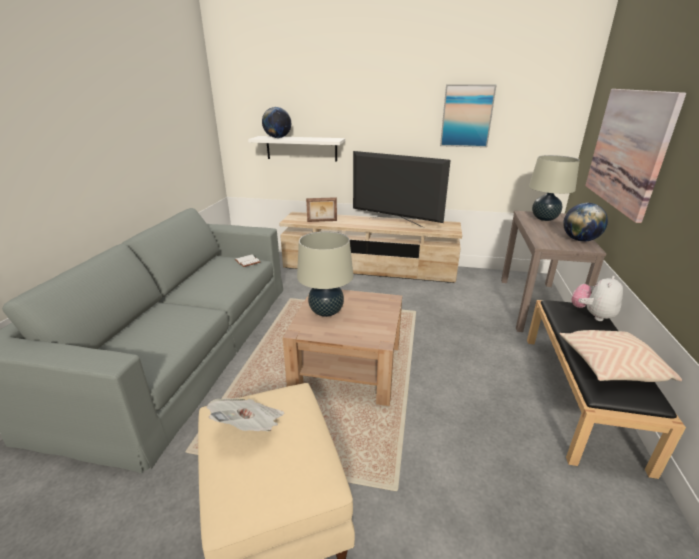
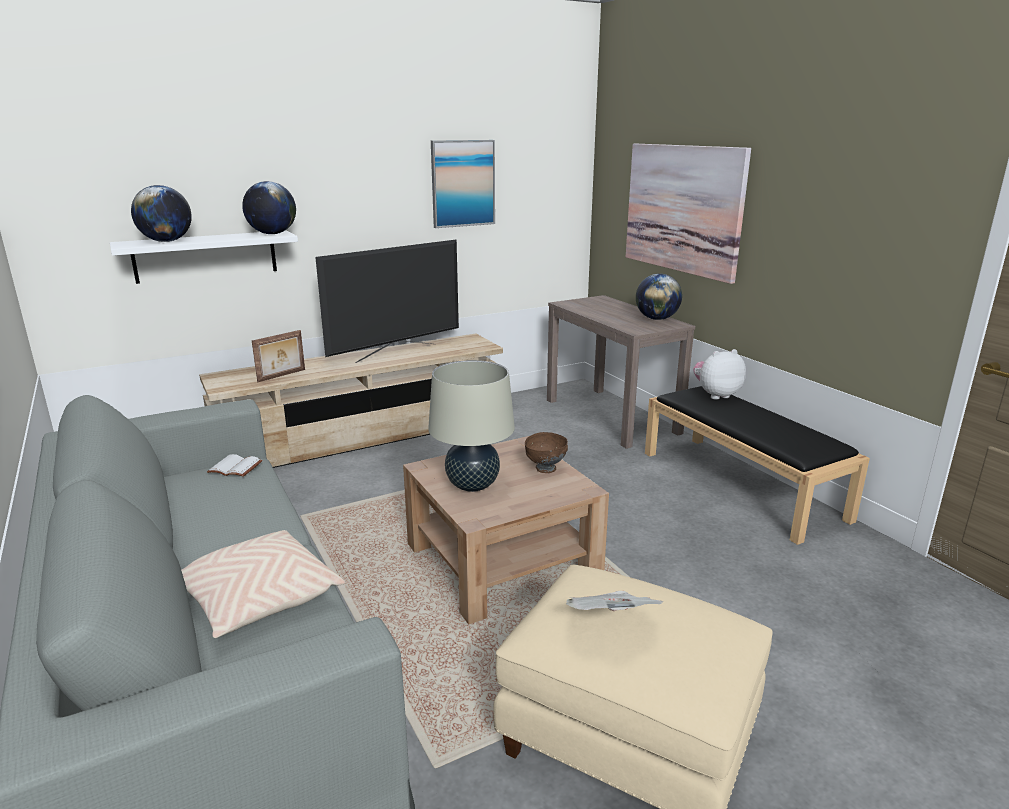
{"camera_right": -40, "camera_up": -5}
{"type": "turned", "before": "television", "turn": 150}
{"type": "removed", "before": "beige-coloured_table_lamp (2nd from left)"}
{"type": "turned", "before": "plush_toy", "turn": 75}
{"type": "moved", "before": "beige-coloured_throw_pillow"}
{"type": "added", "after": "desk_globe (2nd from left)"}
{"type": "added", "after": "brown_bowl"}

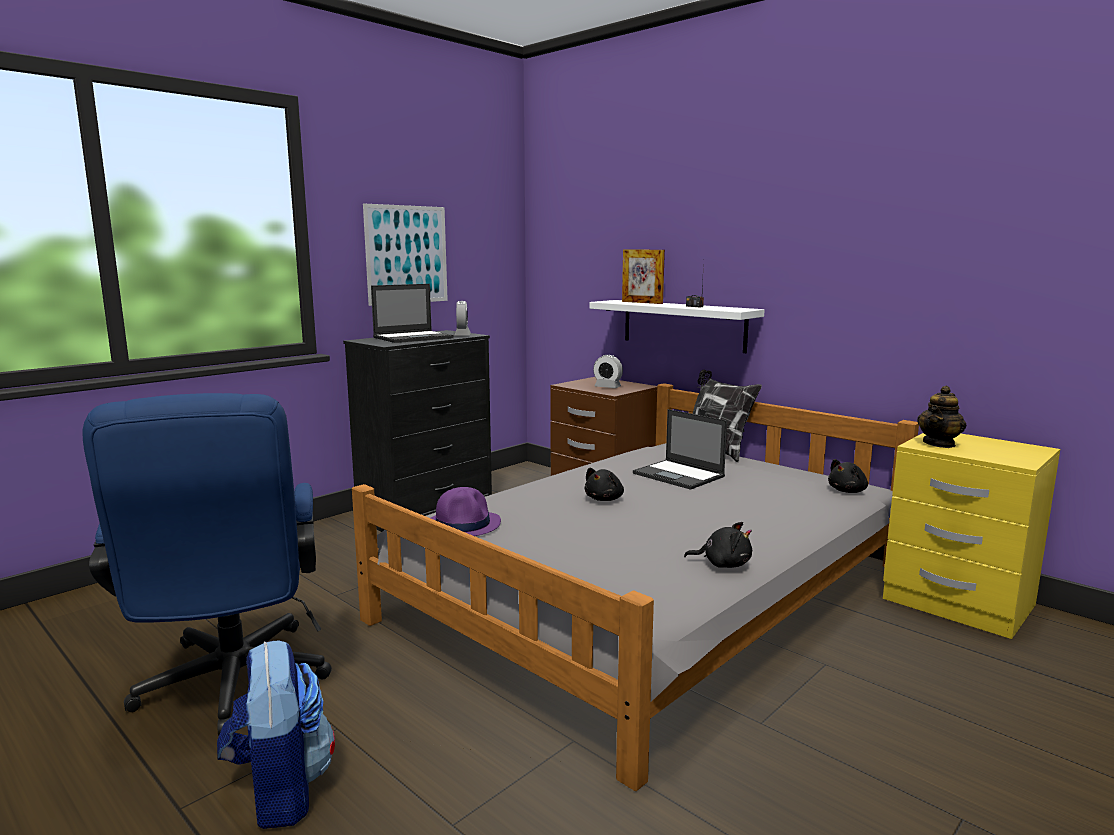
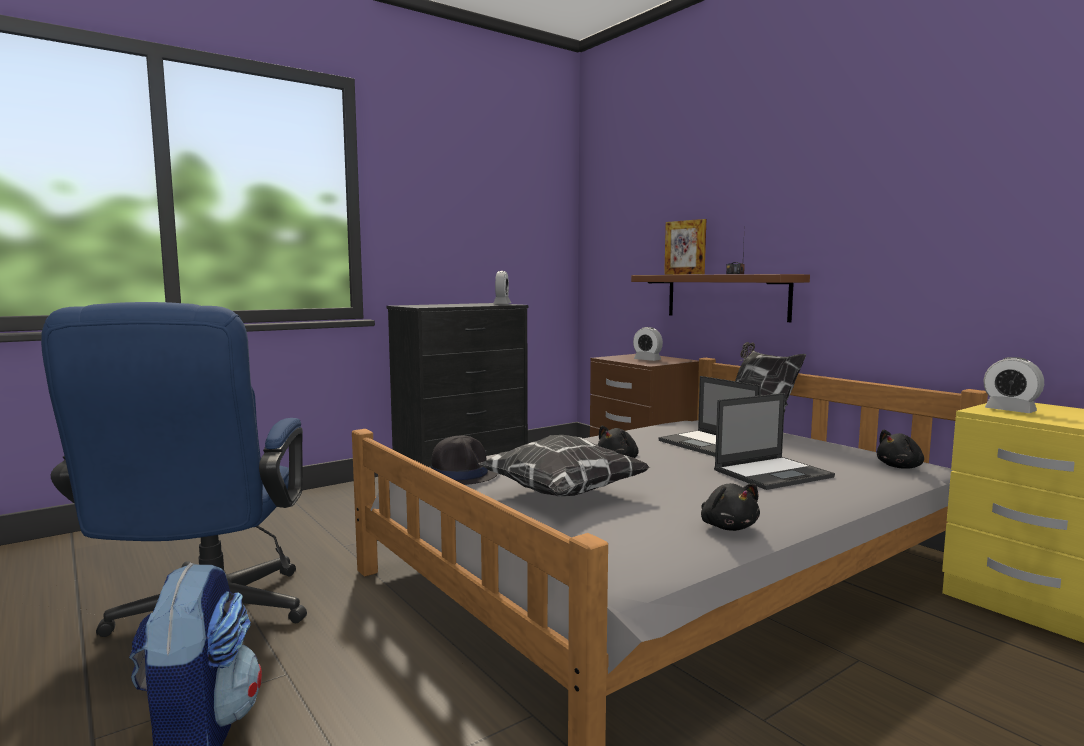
{"camera_right": 10, "camera_up": -5}
{"type": "removed", "before": "wall_art"}
{"type": "moved", "before": "portable_computer (1st from left in the first image)", "after": "portable_computer (2nd from left)"}
{"type": "recoloured", "before": "white_bracket_shelf", "after": "brown_bracket_shelf"}
{"type": "replaced", "before": "pot_for_tea", "after": "table_clock (3rd from left)"}
{"type": "recoloured", "before": "purple-coloured_wearable_hat", "after": "black-coloured_wearable_hat"}
{"type": "turned", "before": "black-coloured_plush_toy (2nd from left)", "turn": 45}
{"type": "added", "after": "throw_pillow (1st from left)"}

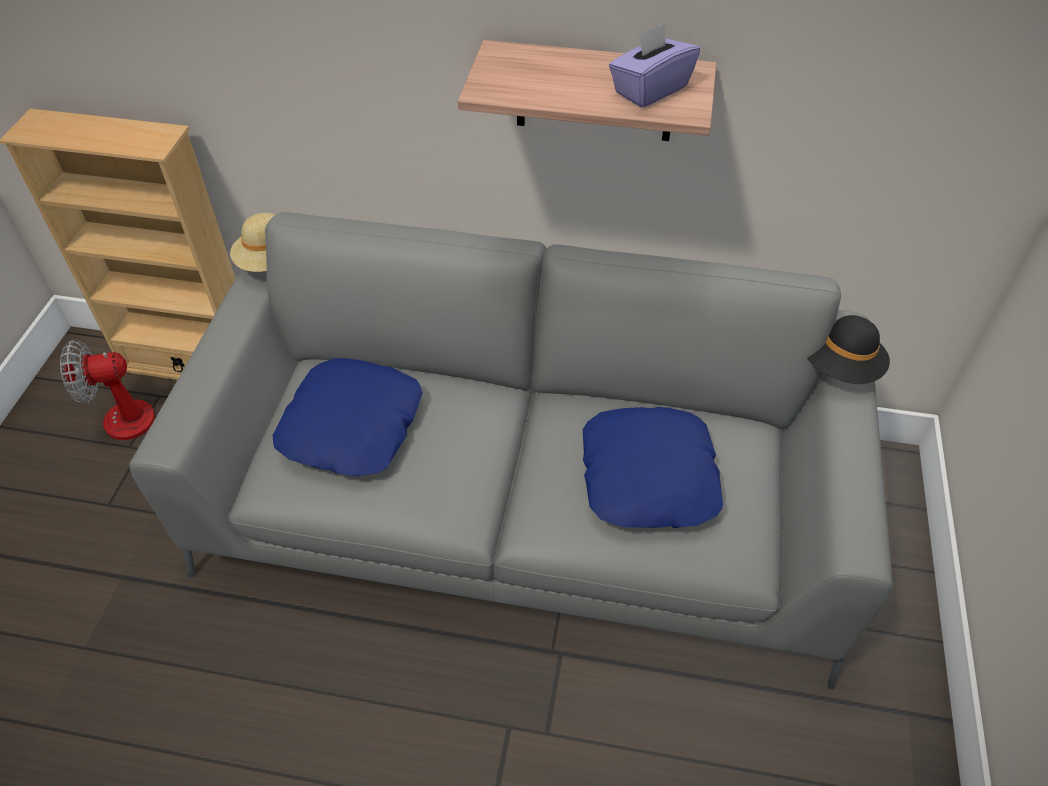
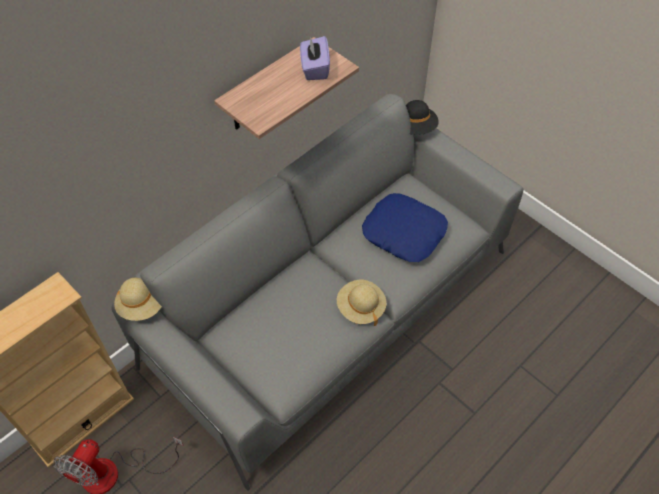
{"camera_right": -55, "camera_up": 5}
{"type": "removed", "before": "blue-coloured_throw_pillow (1st from left)"}
{"type": "added", "after": "beige-coloured_wearable_hat (2nd from left)"}

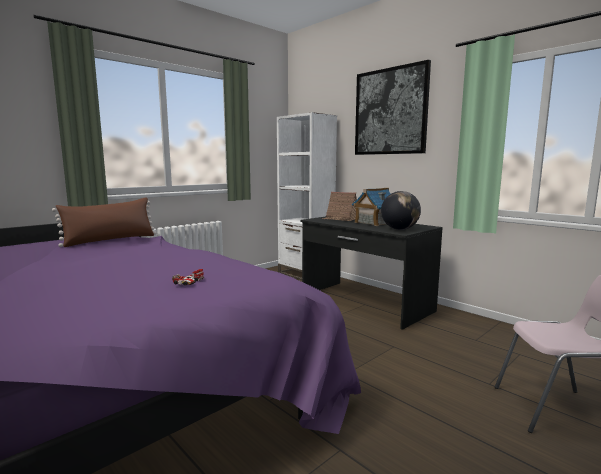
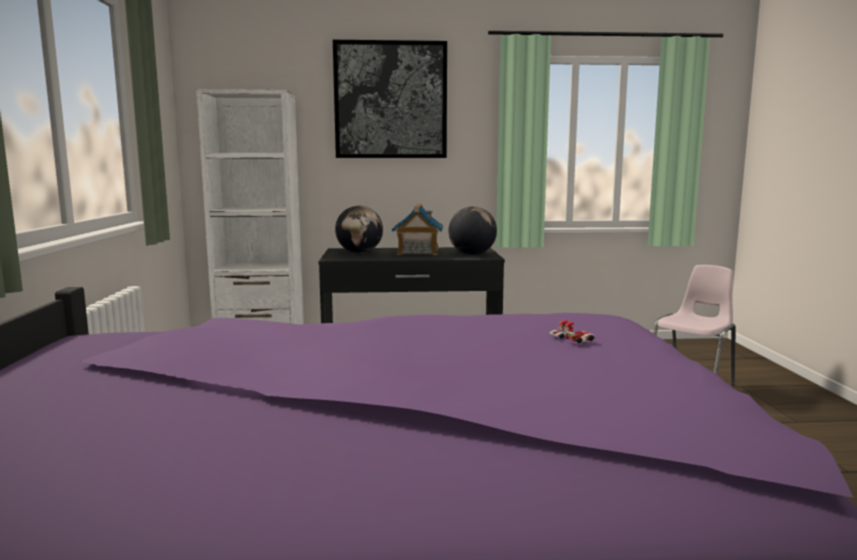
{"camera_right": -50, "camera_up": 0}
{"type": "replaced", "before": "toy_house (1st from left)", "after": "desk_globe (1st from left)"}
{"type": "removed", "before": "brown_throw_pillow"}

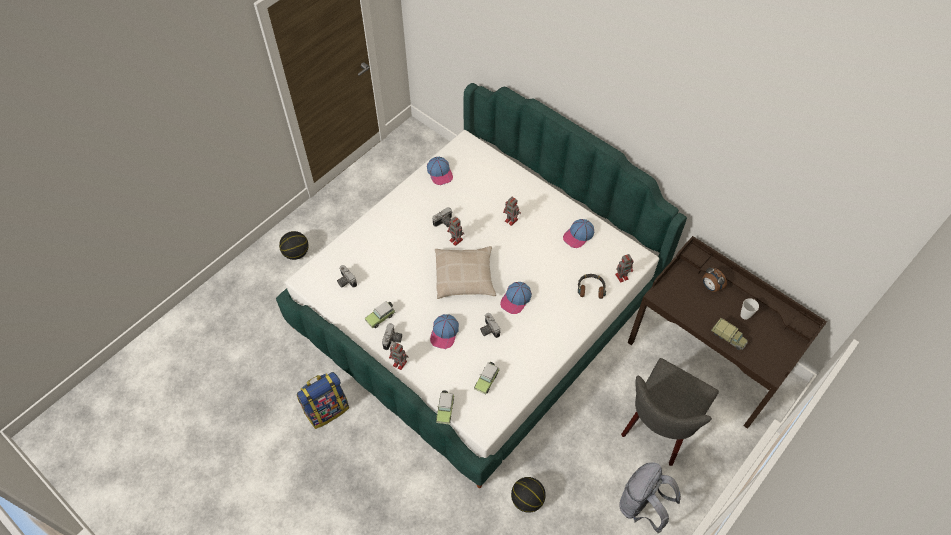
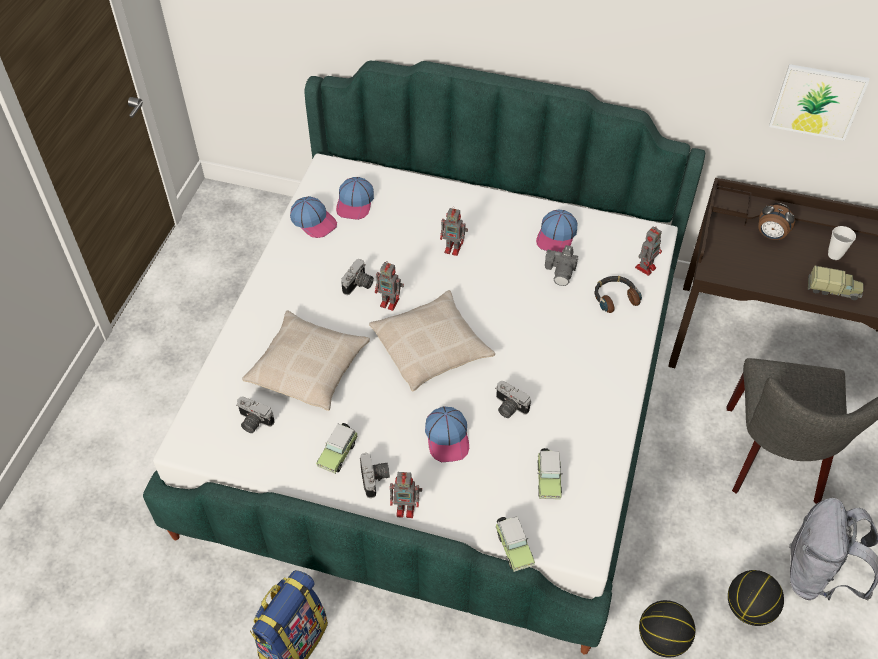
{"camera_right": -25, "camera_up": -5}
{"type": "moved", "before": "basketball (1st from left in the first image)", "after": "basketball (2nd from left)"}
{"type": "moved", "before": "peaked_cap (3rd from left in the first image)", "after": "peaked_cap (2nd from left)"}
{"type": "added", "after": "wall_art"}
{"type": "added", "after": "photo_camera (5th from left)"}
{"type": "added", "after": "beige-coloured_throw_pillow (1st from left)"}

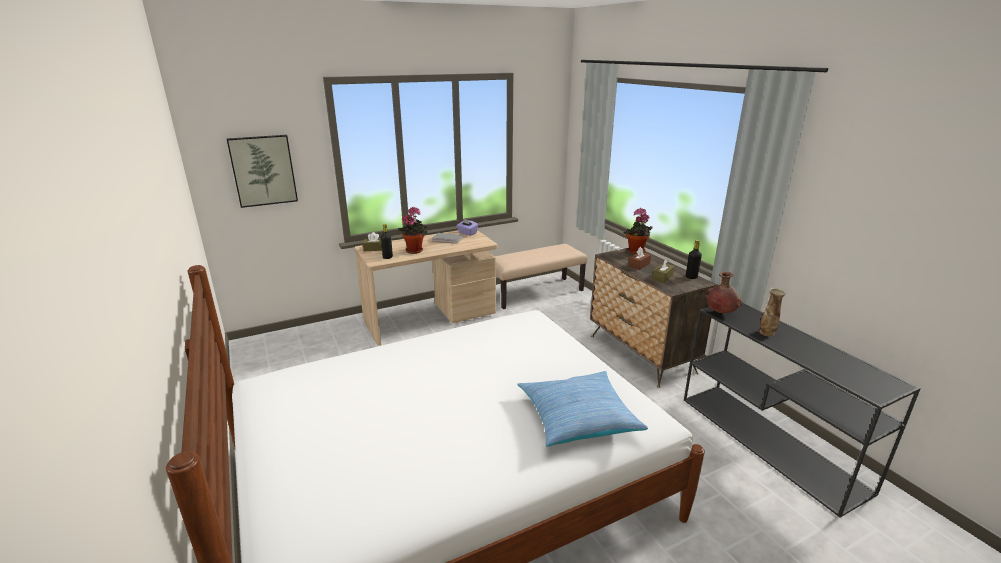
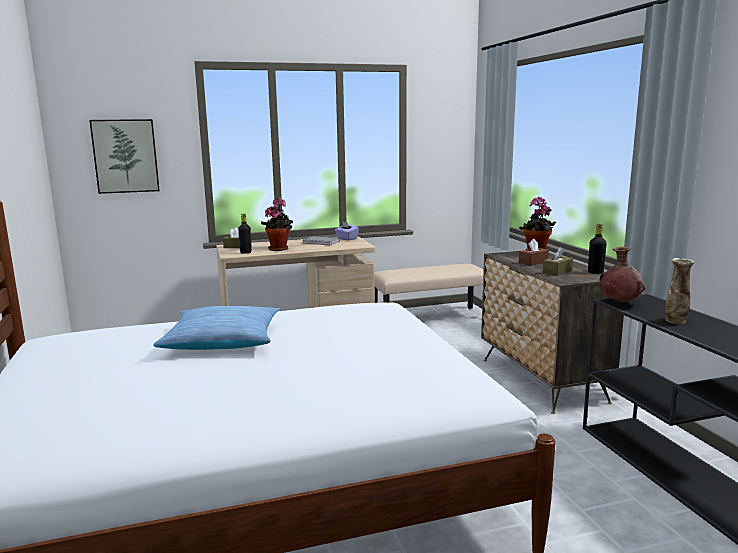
{"camera_right": 10, "camera_up": -10}
{"type": "moved", "before": "throw_pillow"}

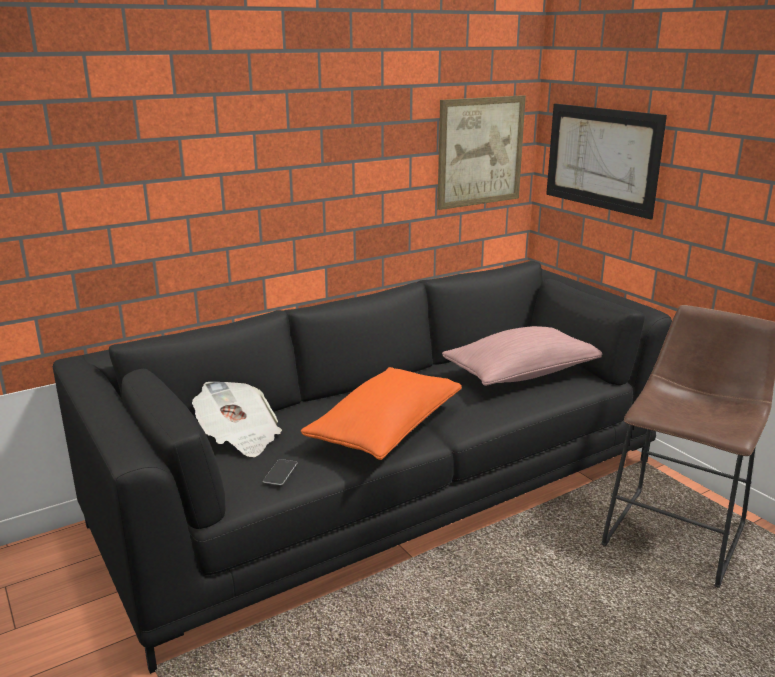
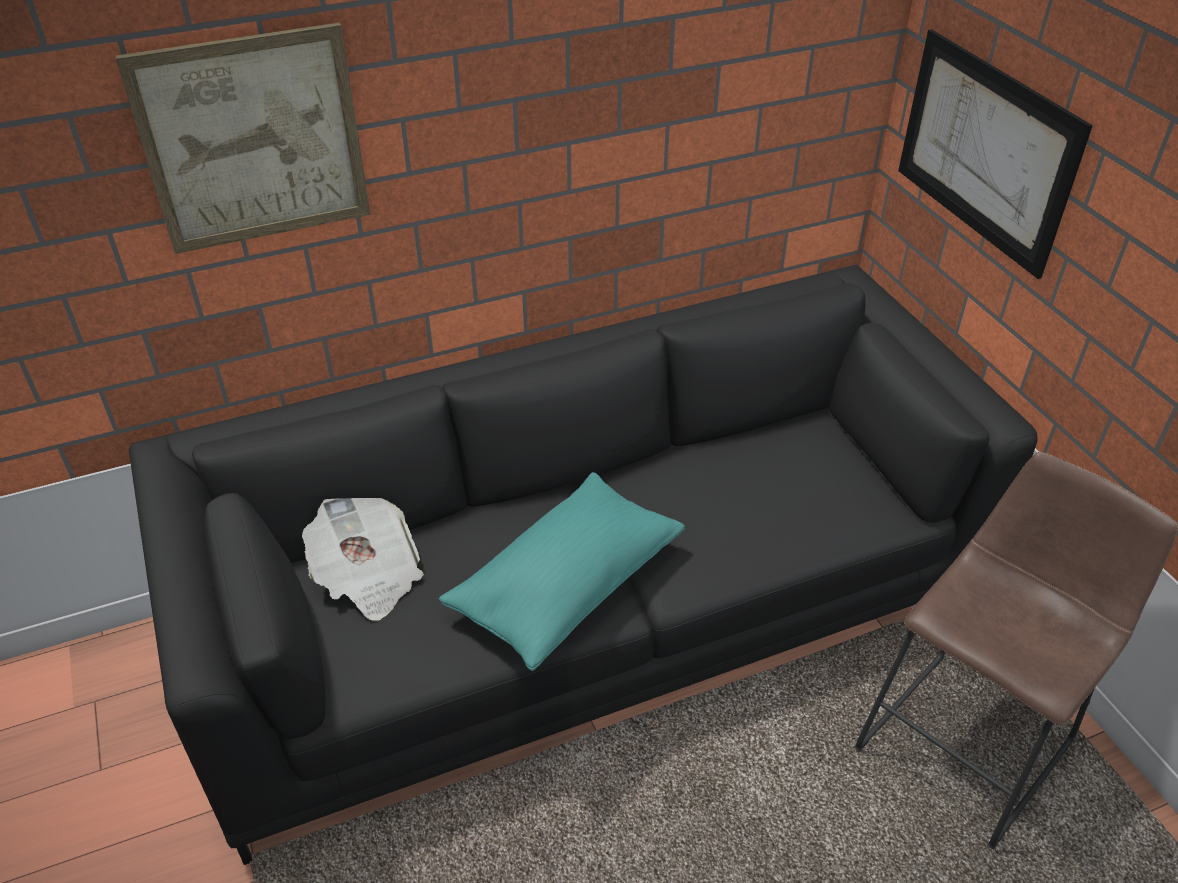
{"camera_right": 10, "camera_up": 20}
{"type": "moved", "before": "wall_art (1st from left)"}
{"type": "removed", "before": "pinkish_throw_pillow"}
{"type": "recoloured", "before": "orange-coloured_throw_pillow", "after": "blue-green_throw_pillow"}
{"type": "removed", "before": "phone"}

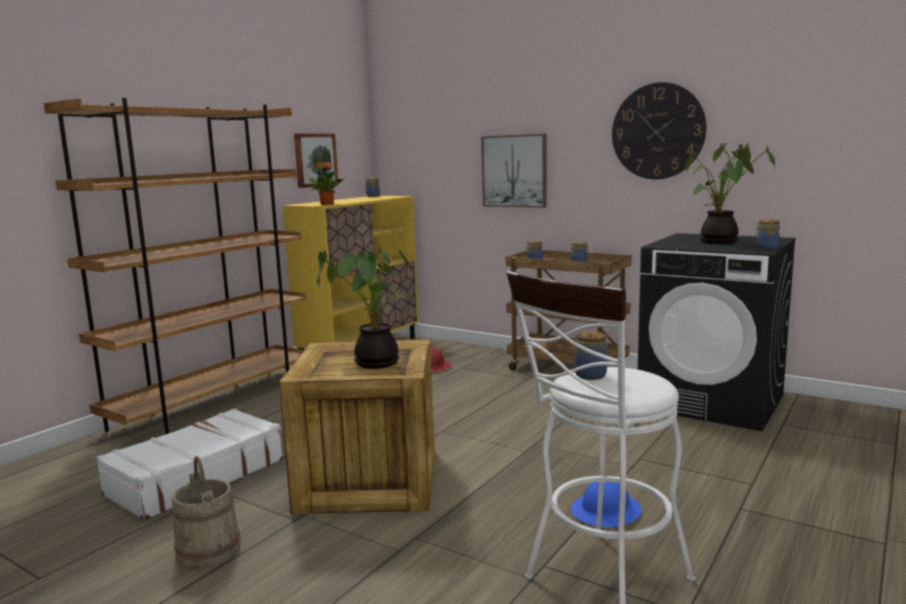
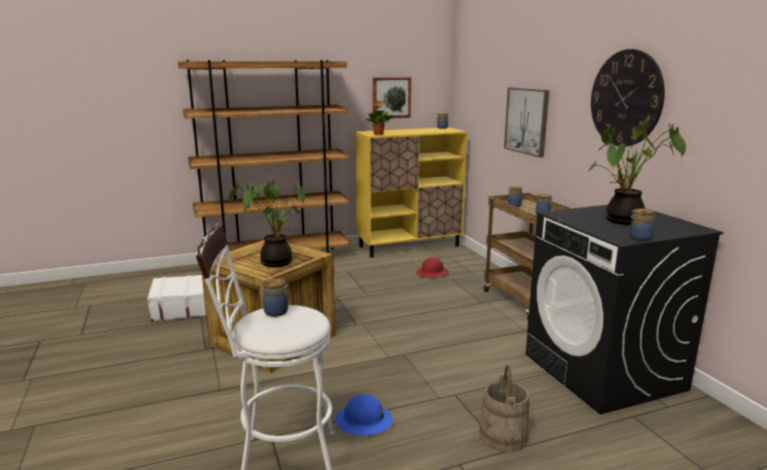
{"camera_right": 35, "camera_up": 5}
{"type": "moved", "before": "beige-coloured_water_bucket"}

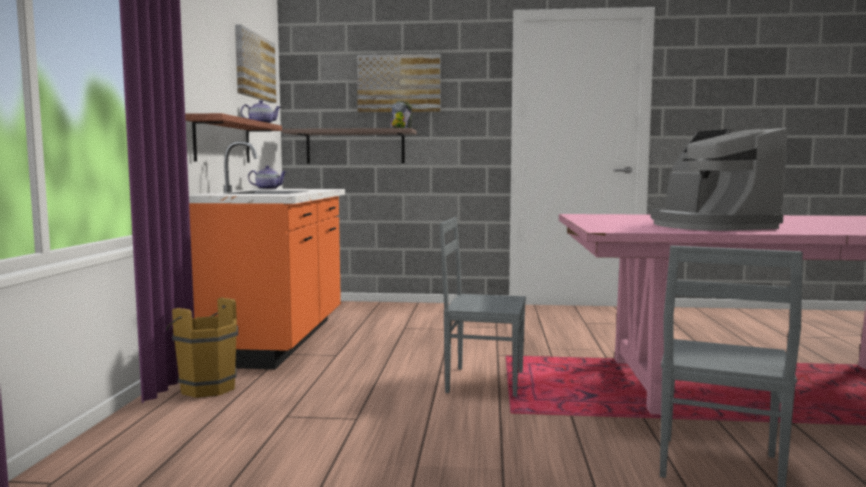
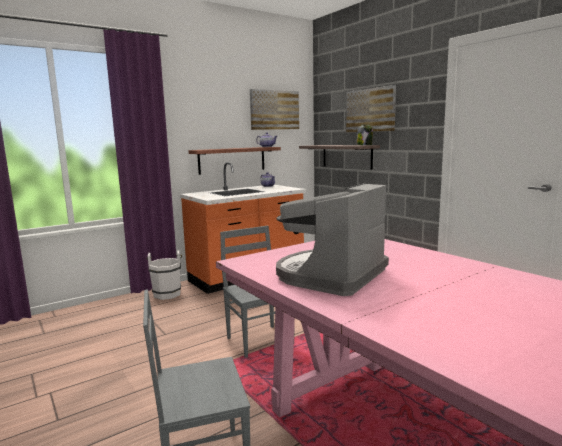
{"camera_right": 50, "camera_up": 5}
{"type": "recoloured", "before": "brown_water_bucket", "after": "white_water_bucket"}

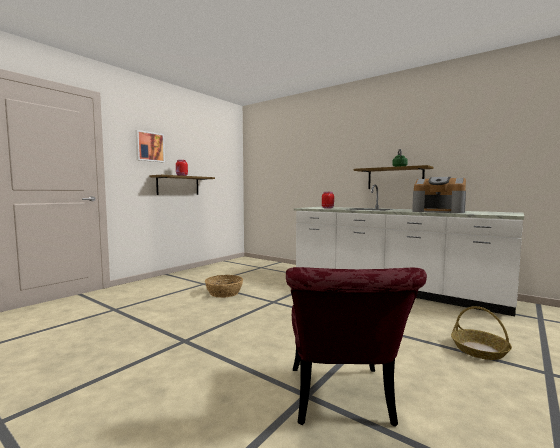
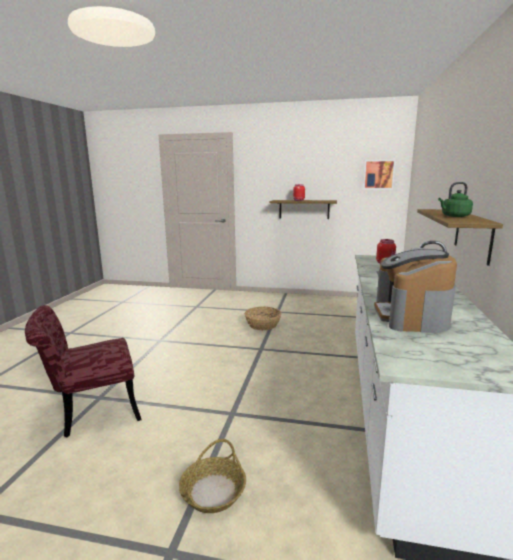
{"camera_right": 65, "camera_up": 10}
{"type": "moved", "before": "wall_art"}

